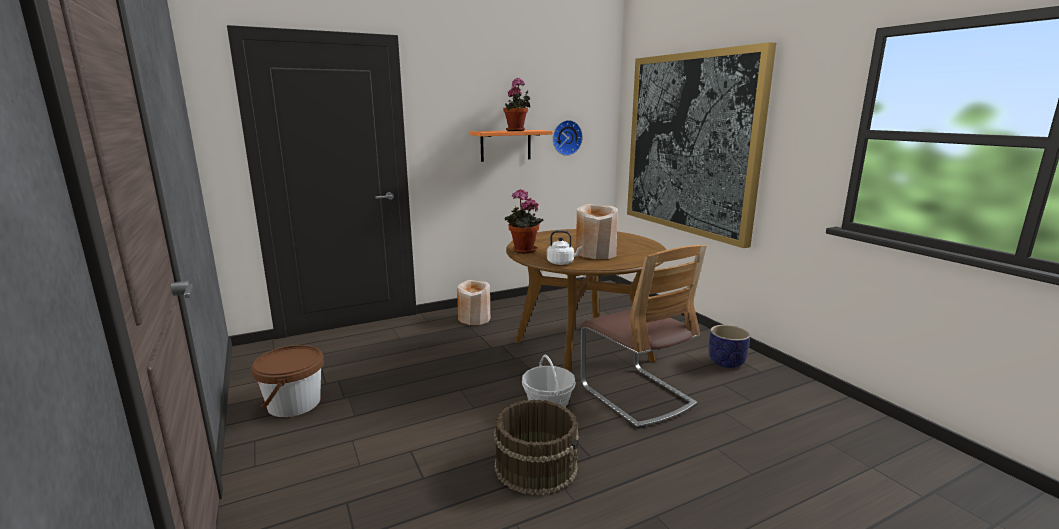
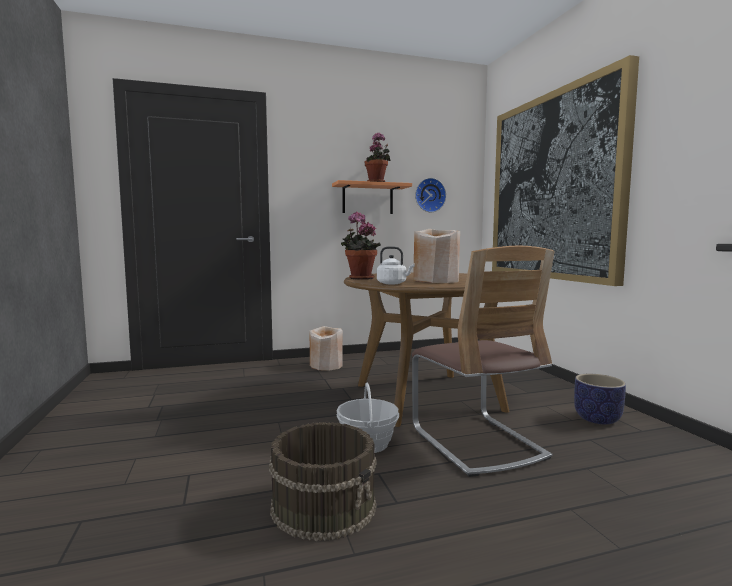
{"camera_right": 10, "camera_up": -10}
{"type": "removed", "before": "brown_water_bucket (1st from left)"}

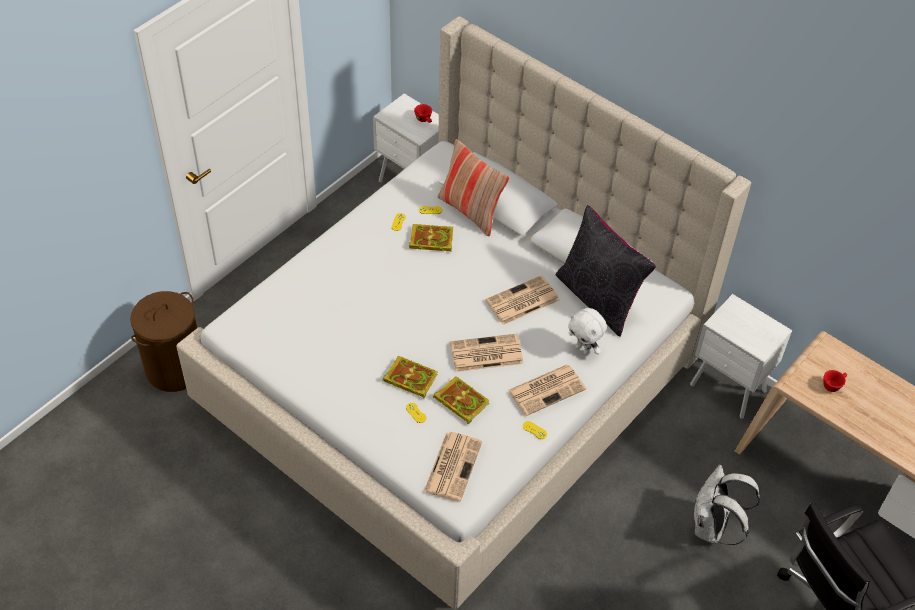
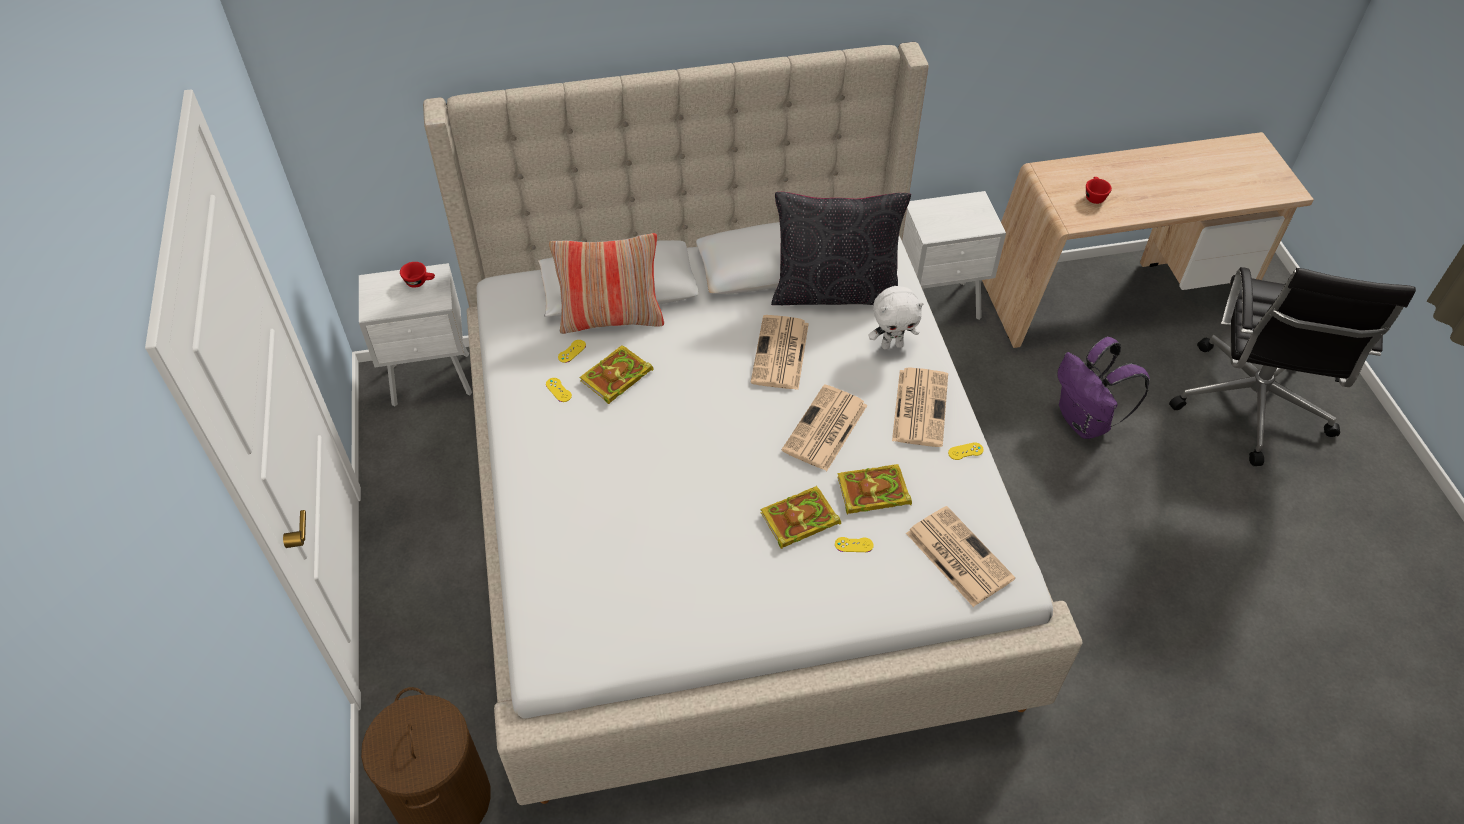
{"camera_right": -50, "camera_up": 0}
{"type": "recoloured", "before": "white_knapsack", "after": "purple-coloured_knapsack"}

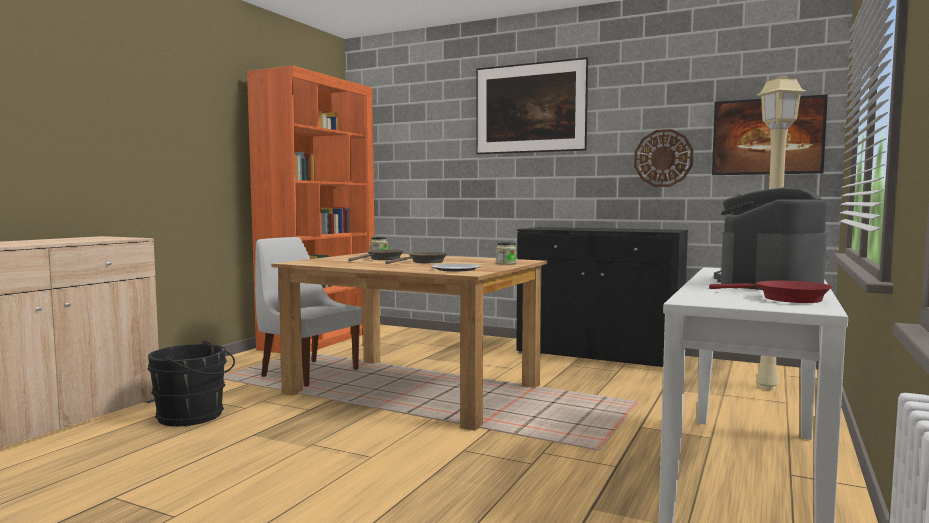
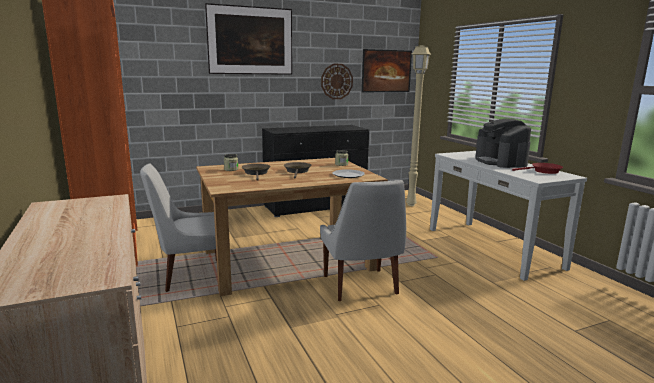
{"camera_right": -50, "camera_up": 10}
{"type": "removed", "before": "black-coloured_water_bucket"}
{"type": "added", "after": "white_plain_chair (2nd from left)"}

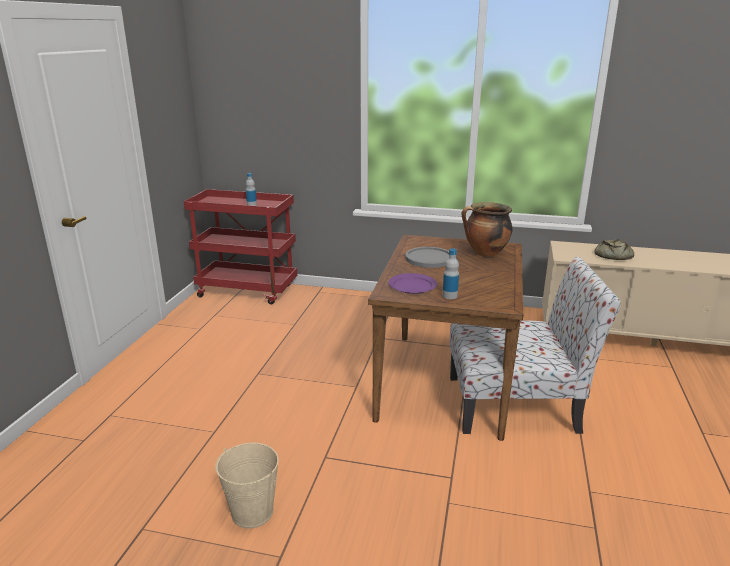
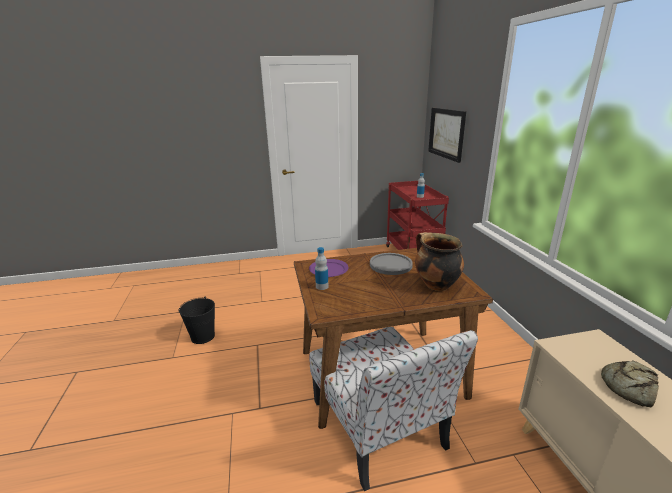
{"camera_right": 65, "camera_up": 0}
{"type": "recoloured", "before": "beige-coloured_water_bucket", "after": "black-coloured_water_bucket"}
{"type": "added", "after": "wall_art"}

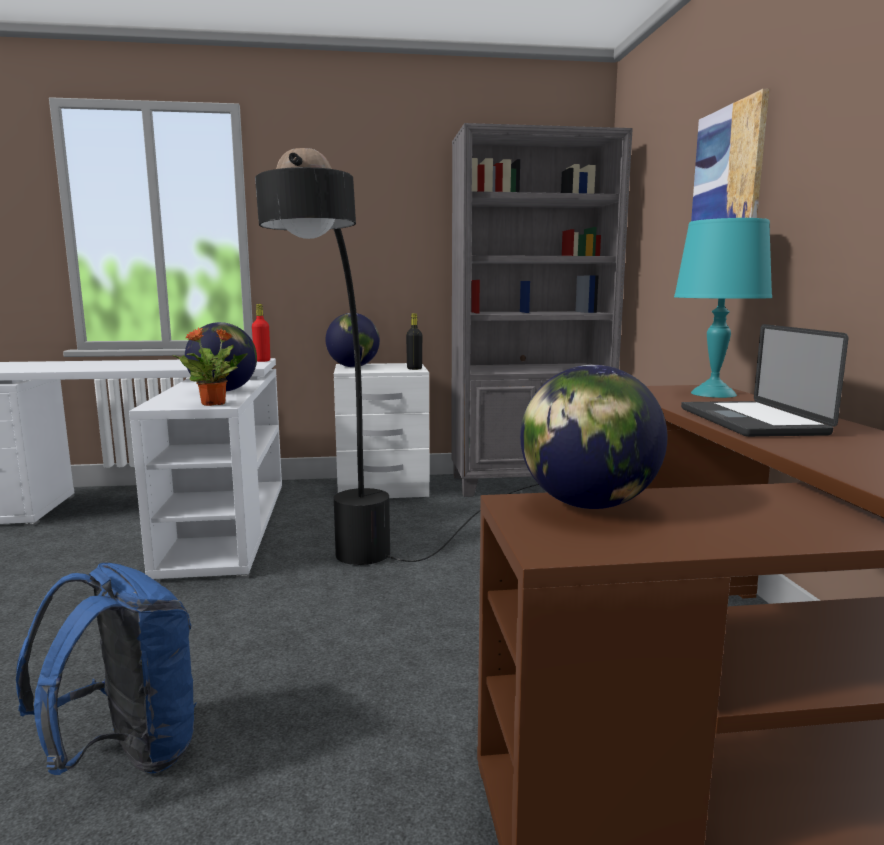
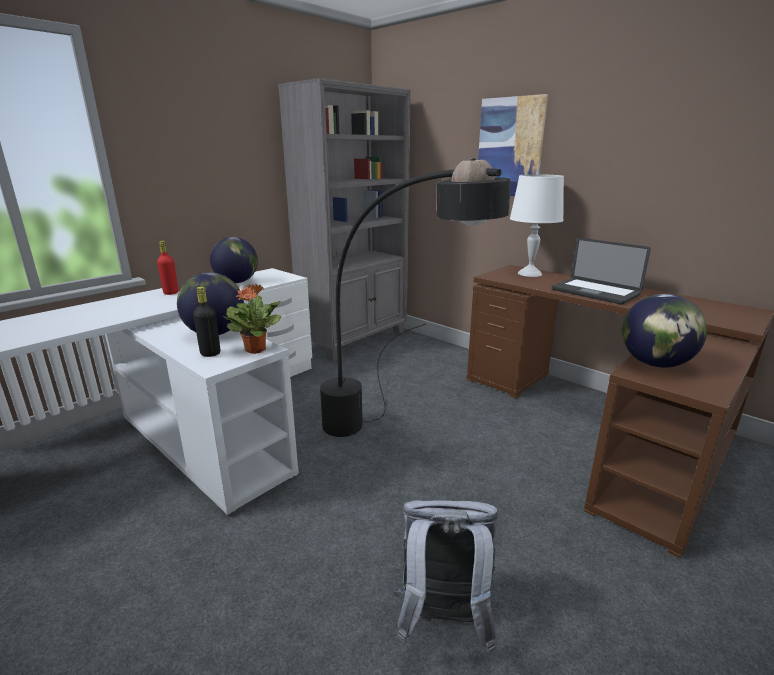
{"camera_right": -40, "camera_up": 10}
{"type": "recoloured", "before": "blue-green_table_lamp", "after": "white_table_lamp"}
{"type": "moved", "before": "black-coloured_bottle"}
{"type": "recoloured", "before": "blue-coloured_knapsack", "after": "greyish_knapsack"}

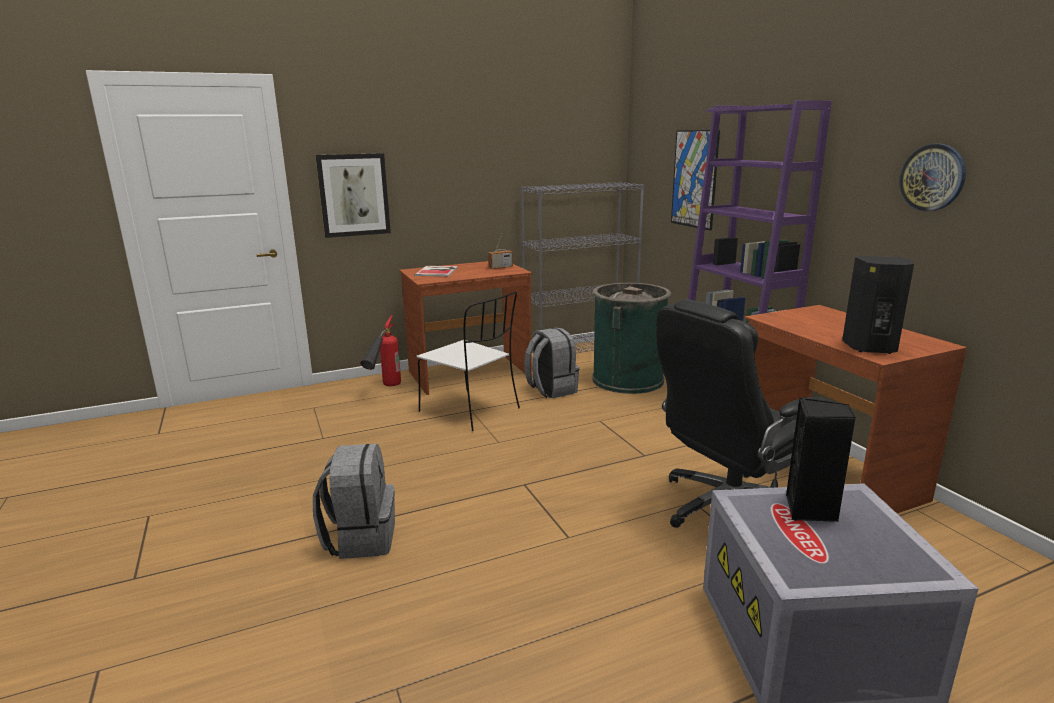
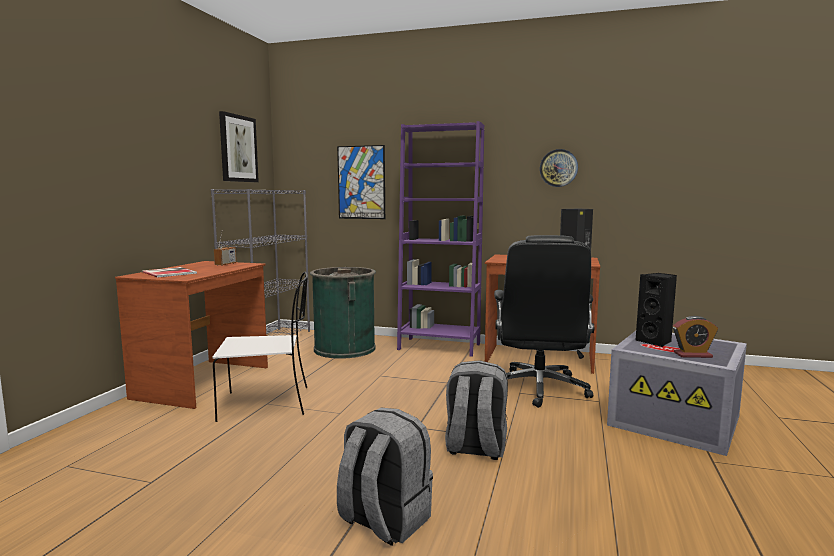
{"camera_right": -50, "camera_up": -10}
{"type": "moved", "before": "wall_art (1st from left)"}
{"type": "removed", "before": "extinguisher"}
{"type": "moved", "before": "greyish_knapsack (2nd from left)"}
{"type": "added", "after": "table_clock"}

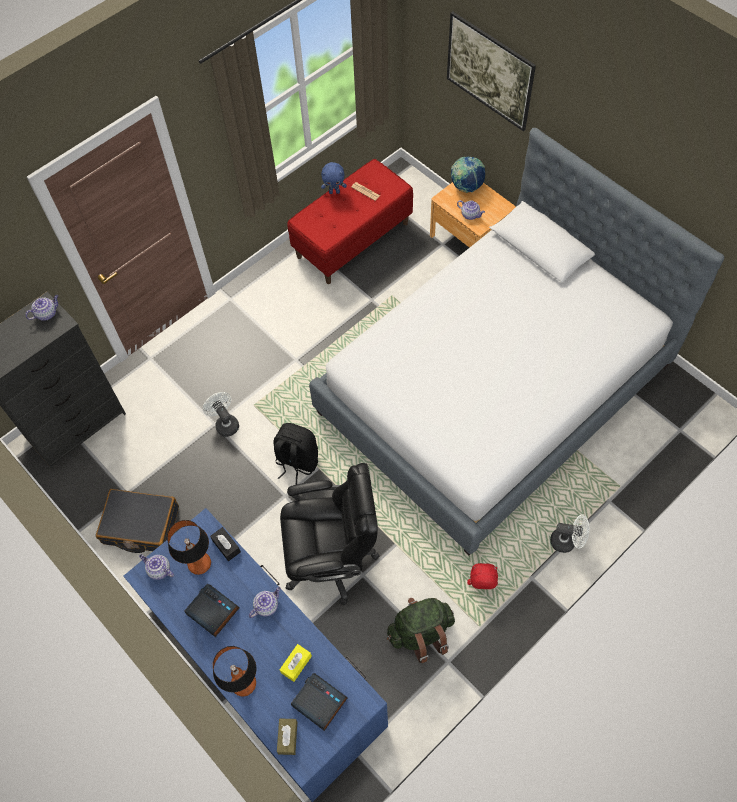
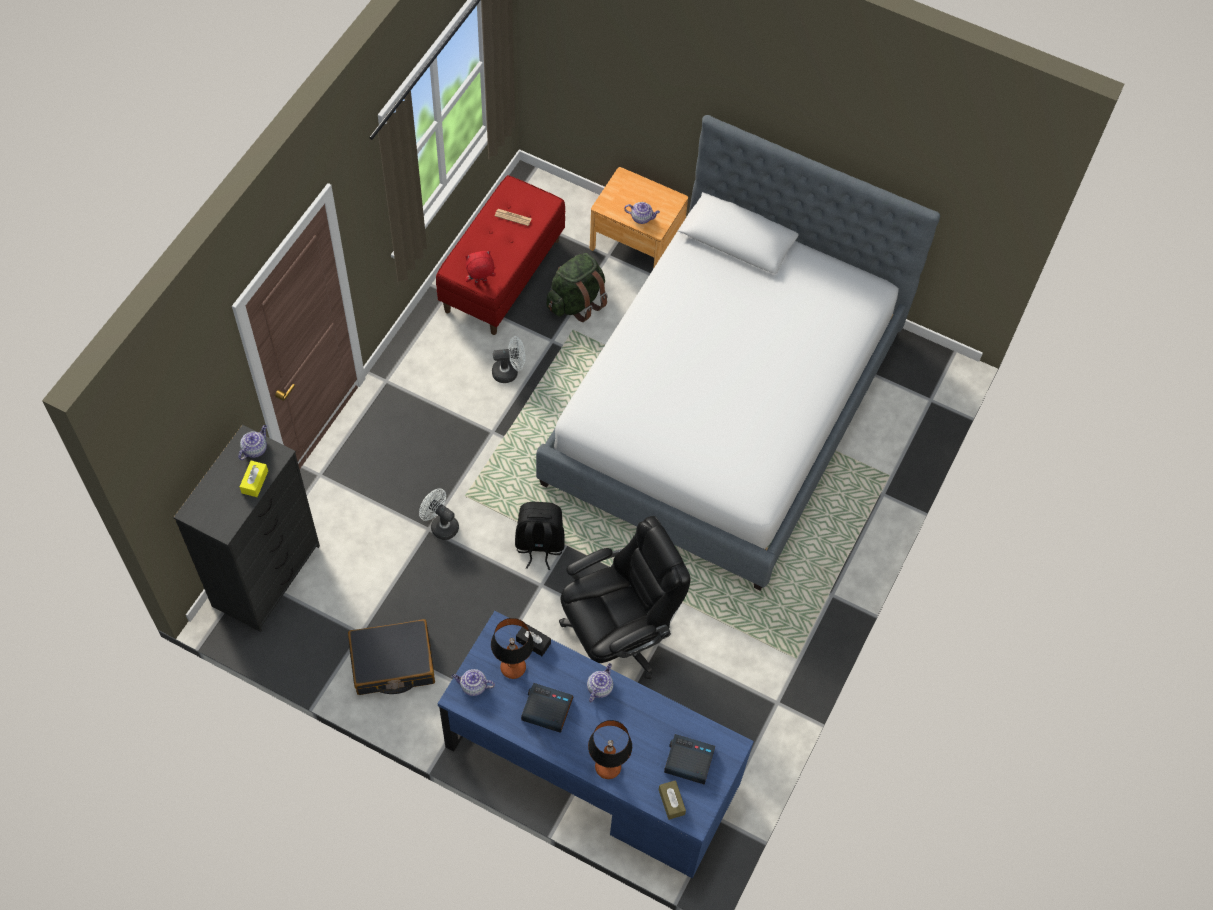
{"camera_right": -25, "camera_up": 0}
{"type": "removed", "before": "wall_art"}
{"type": "removed", "before": "desk_globe"}
{"type": "removed", "before": "blue-coloured_plush_toy"}
{"type": "moved", "before": "white_cooling_fan (2nd from left)"}
{"type": "moved", "before": "reddish_plush_toy"}
{"type": "moved", "before": "green_knapsack"}
{"type": "moved", "before": "yellow_tissue_holder"}

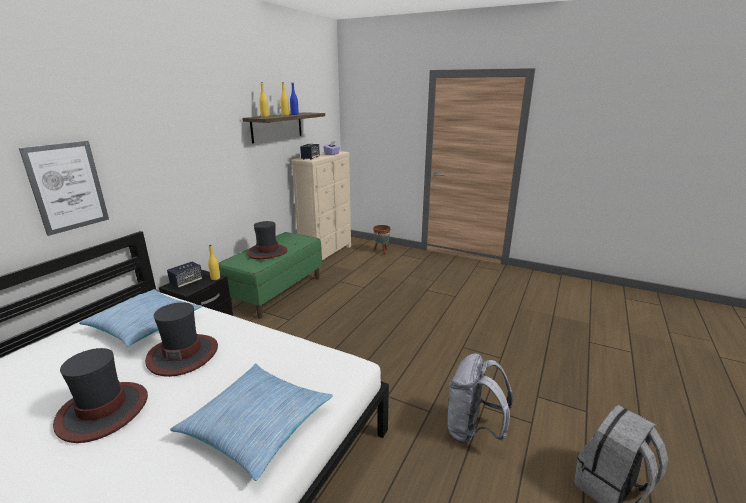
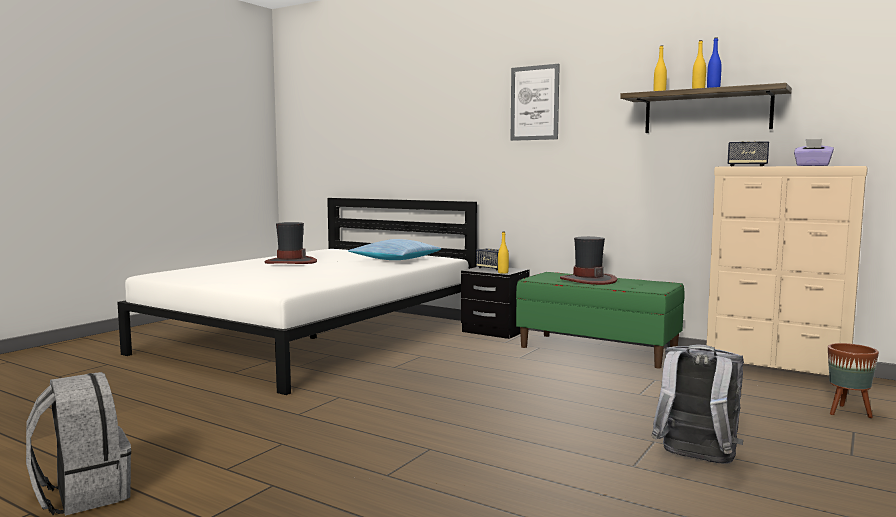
{"camera_right": 95, "camera_up": -15}
{"type": "moved", "before": "wall_art"}
{"type": "removed", "before": "wearable_hat (2nd from left)"}
{"type": "moved", "before": "greyish_knapsack (1st from left in the first image)", "after": "greyish_knapsack (2nd from left)"}
{"type": "removed", "before": "throw_pillow (2nd from left)"}

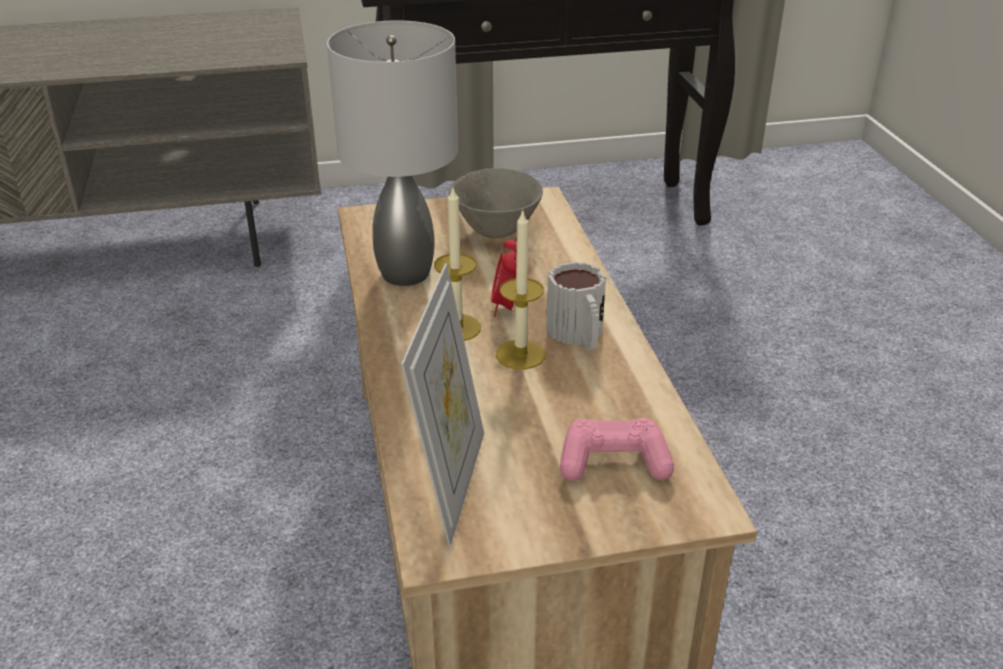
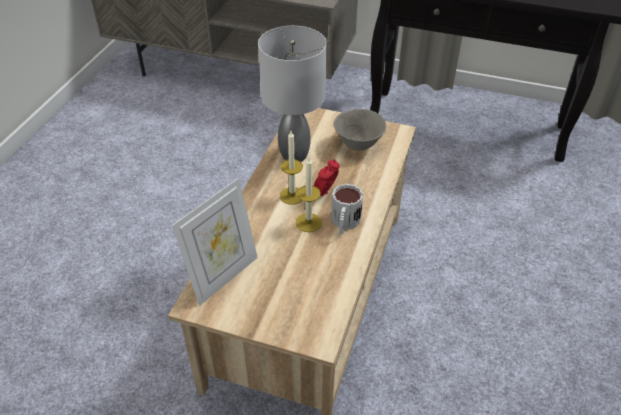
{"camera_right": 30, "camera_up": 10}
{"type": "removed", "before": "pinkish_gamepad"}

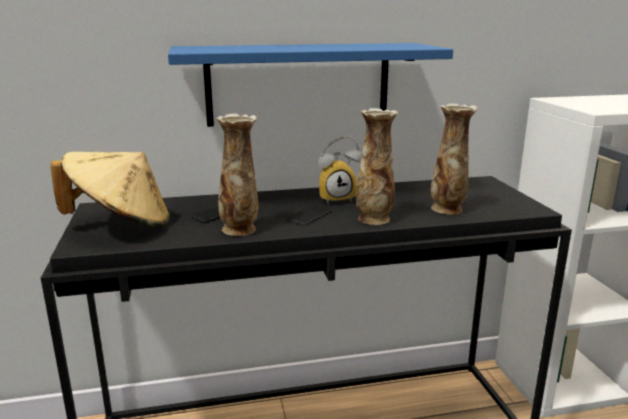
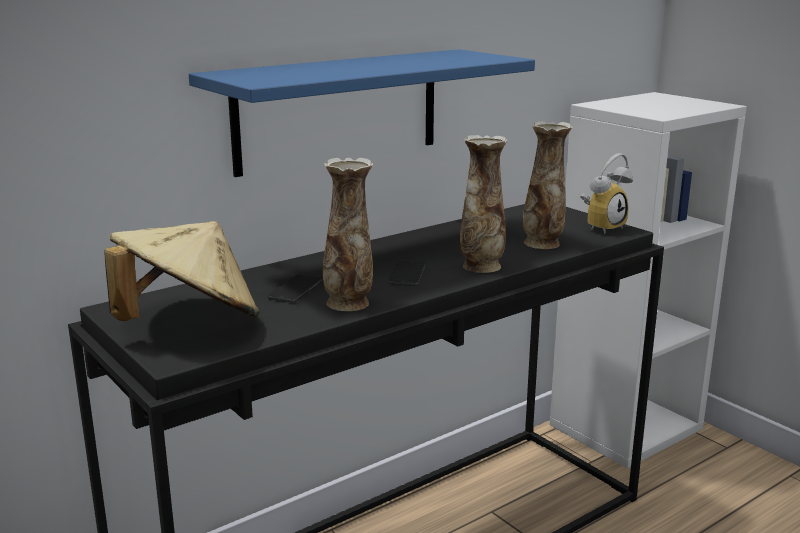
{"camera_right": -25, "camera_up": 0}
{"type": "moved", "before": "table_clock"}

